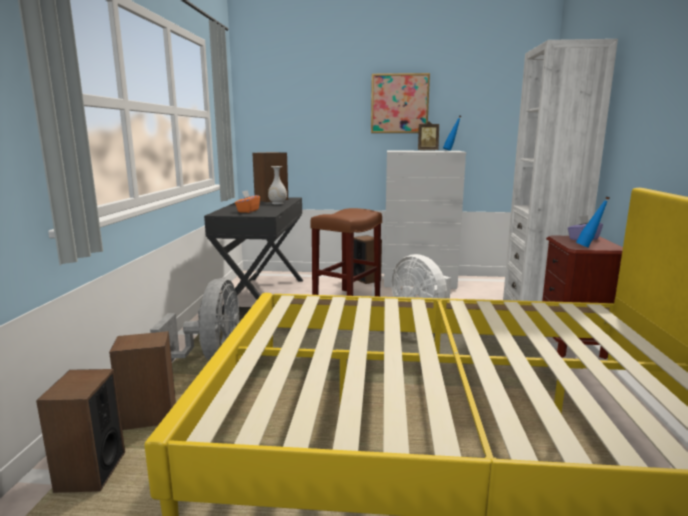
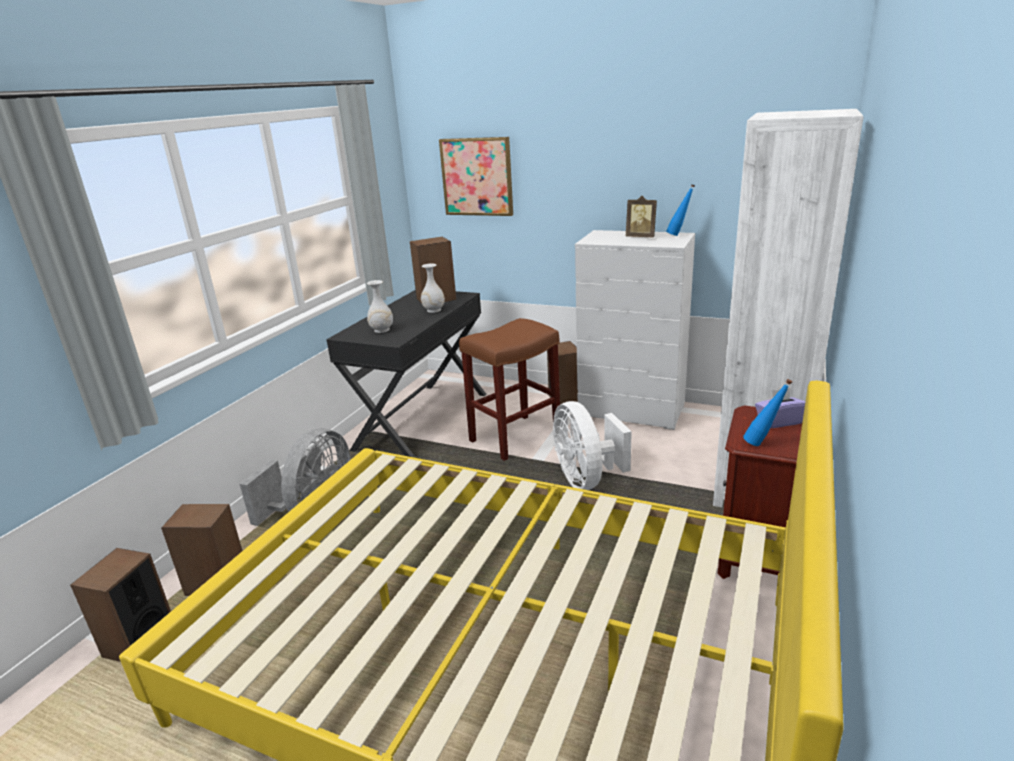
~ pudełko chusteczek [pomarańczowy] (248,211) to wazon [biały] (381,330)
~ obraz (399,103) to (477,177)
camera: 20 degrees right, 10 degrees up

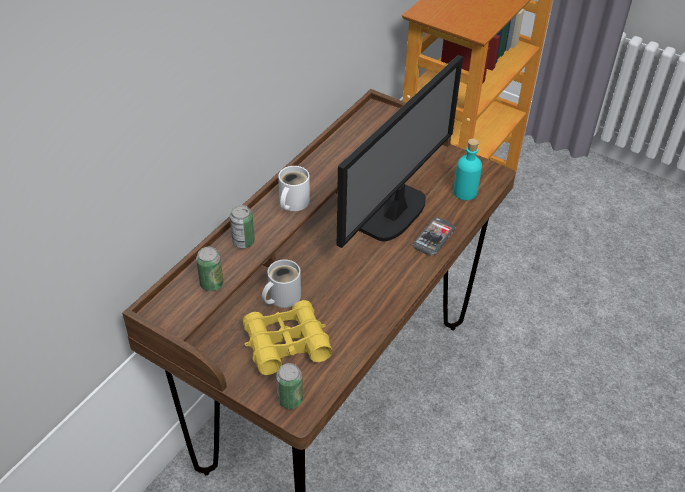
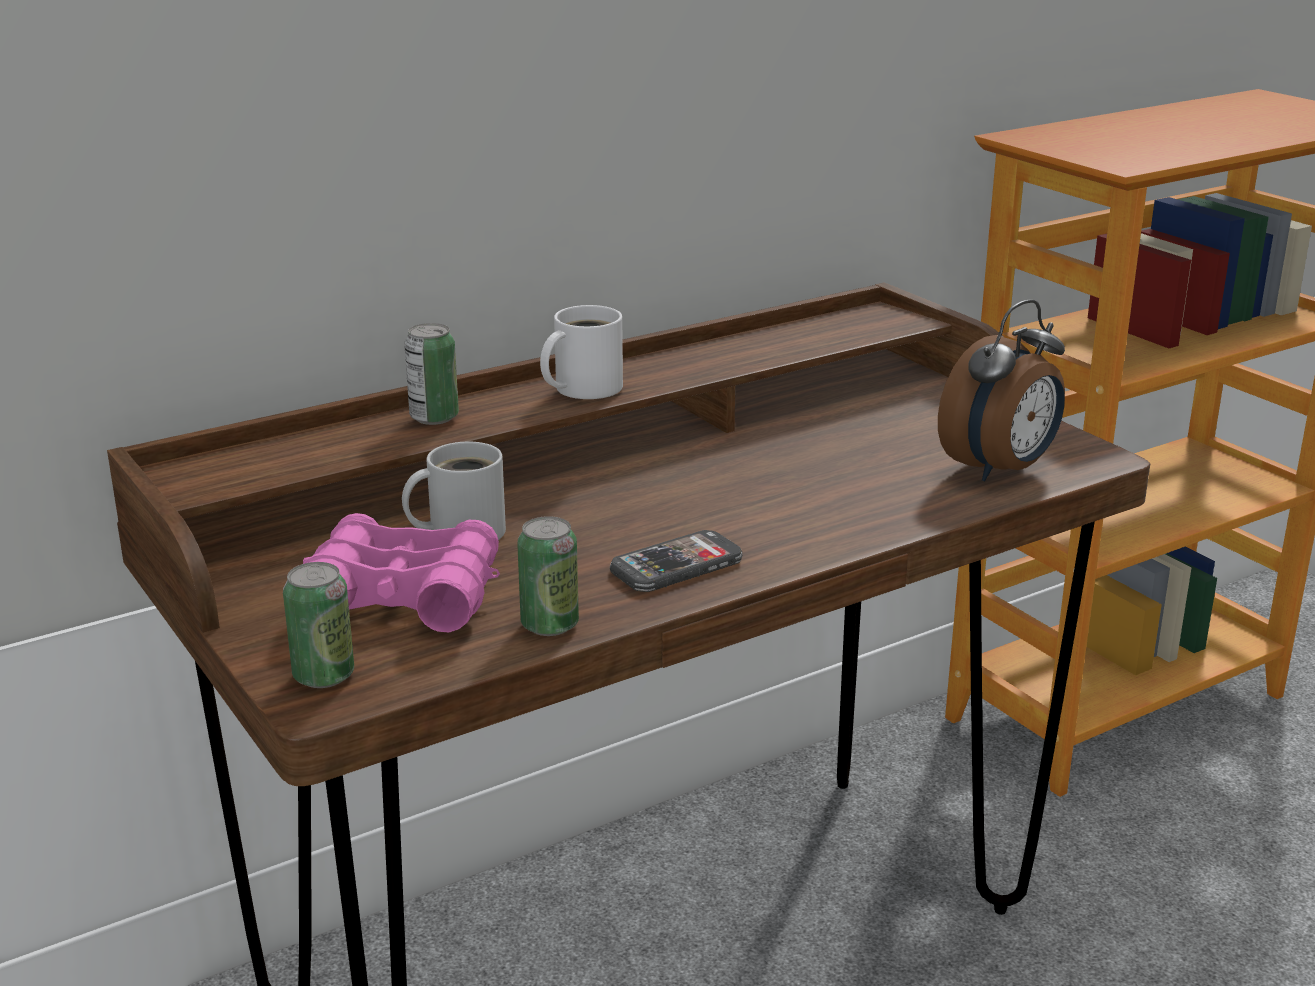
~ puszka (211,284) to (549,625)
~ lornetka [żółty] (286,344) to lornetka [różowy] (401,596)
- monitor (395,214)
~ telefon (434,237) to (676,566)
~ butelka [turkusowy] (465,192) to budzik (1001,470)
camera: 25 degrees right, 20 degrees down

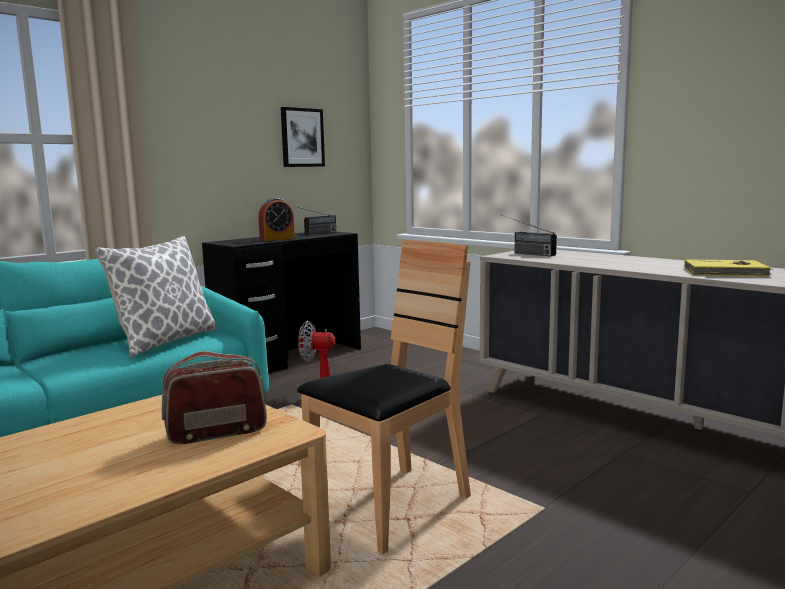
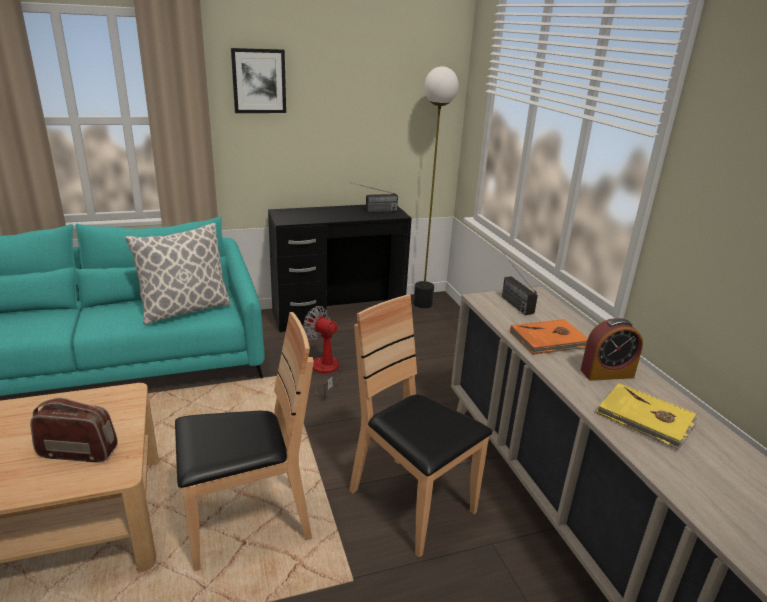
~ budzik (277,239) to (607,373)
~ obraz (302,137) to (259,81)
+ krzesło [brązowy] (411,503)
+ lampa stojąca (422,304)
+ książka [pomarańczowy] (550,340)
camera: 25 degrees right, 15 degrees up

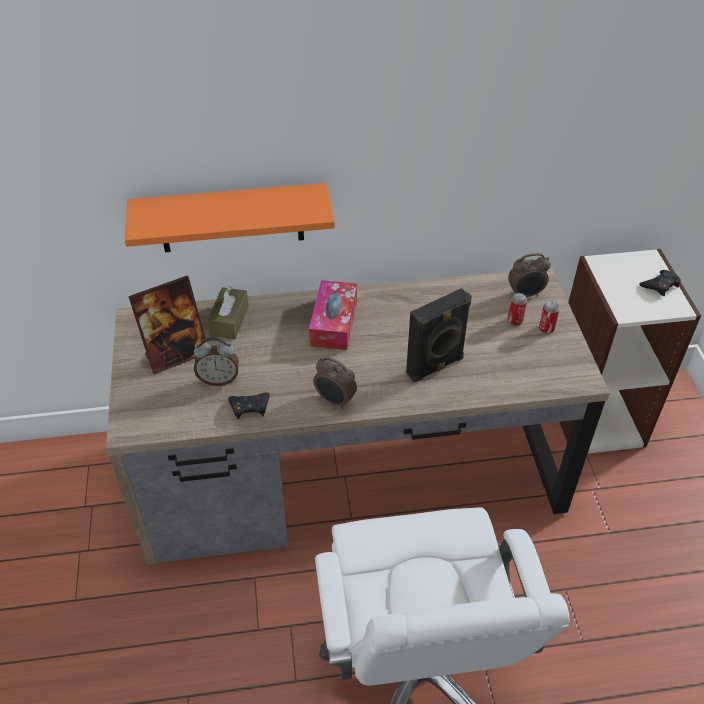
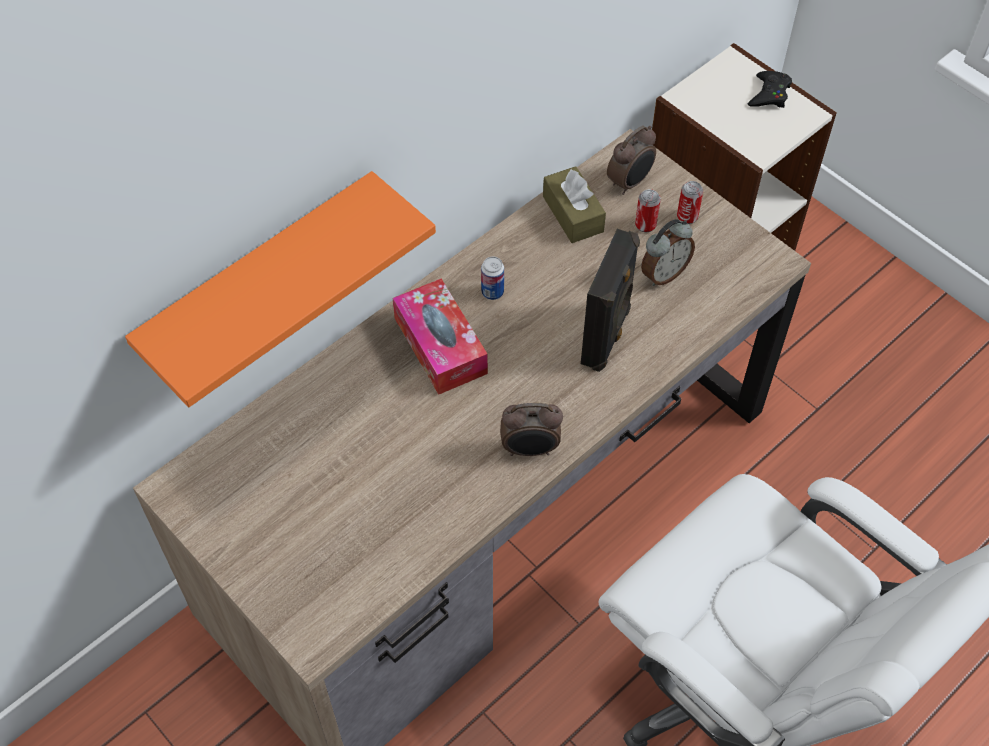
- ramka na zdjęcie (176,354)
~ budzik (219,379) to (663,273)
~ pudełko chusteczek [brązowy] (229,320) to (573,214)
- pad do gier [czarny] (250,407)
+ puszka (492,292)
camera: 35 degrees left, 10 degrees up

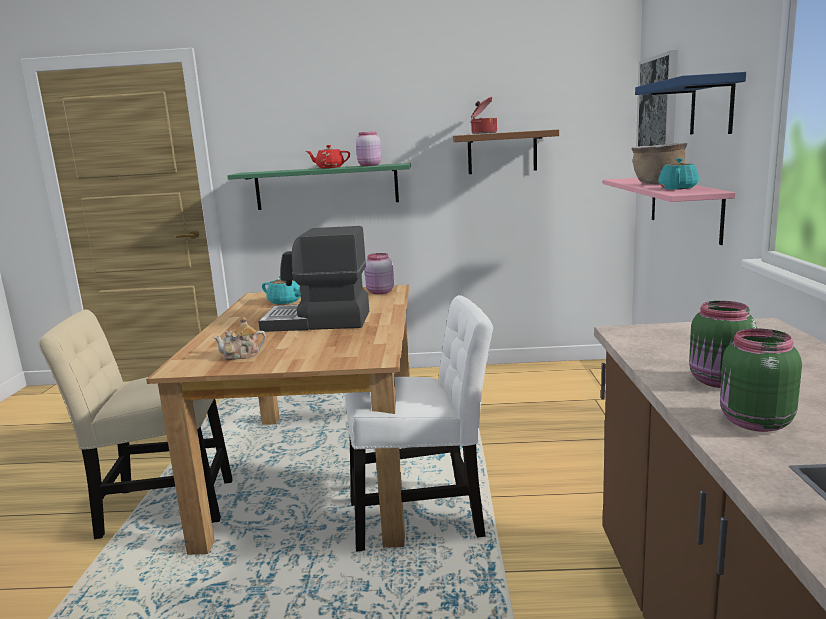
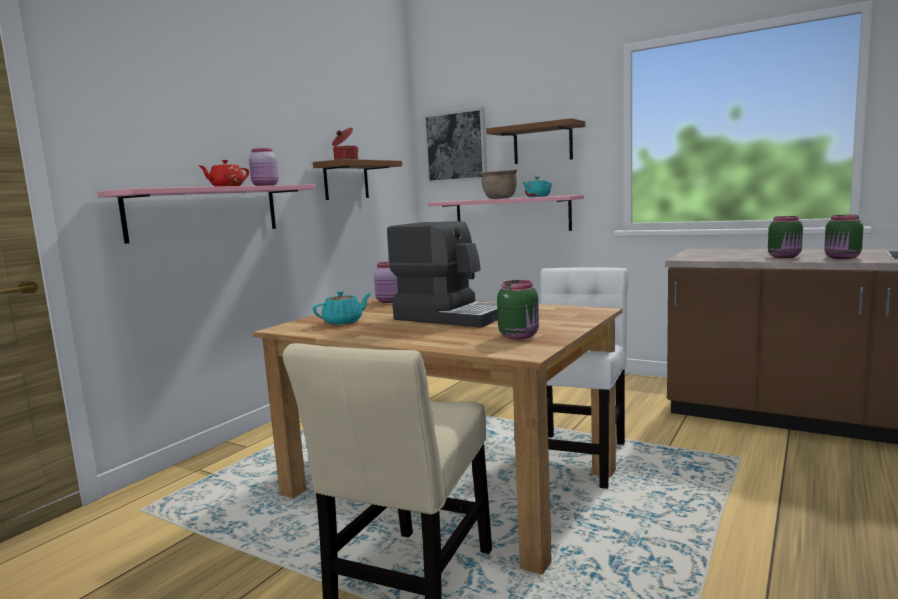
~ imbryk (242,355) to słoik [zielony] (520,336)
~ półka [zielony] (326,187) to półka [różowy] (206,212)
~ ekspres do kawy (317,322) = (451,317) 90 degrees counterclockwise
~ półka [niebieski] (712,106) to półka [brązowy] (542,144)
camera: 60 degrees left, 5 degrees down

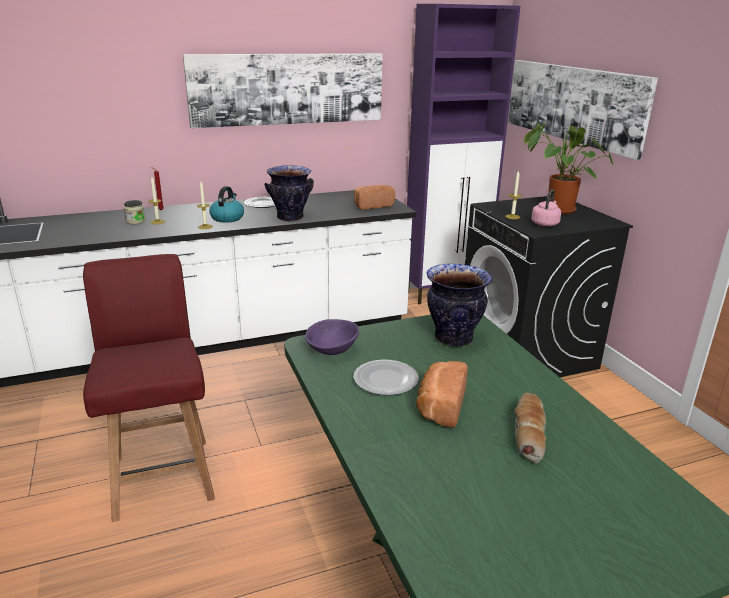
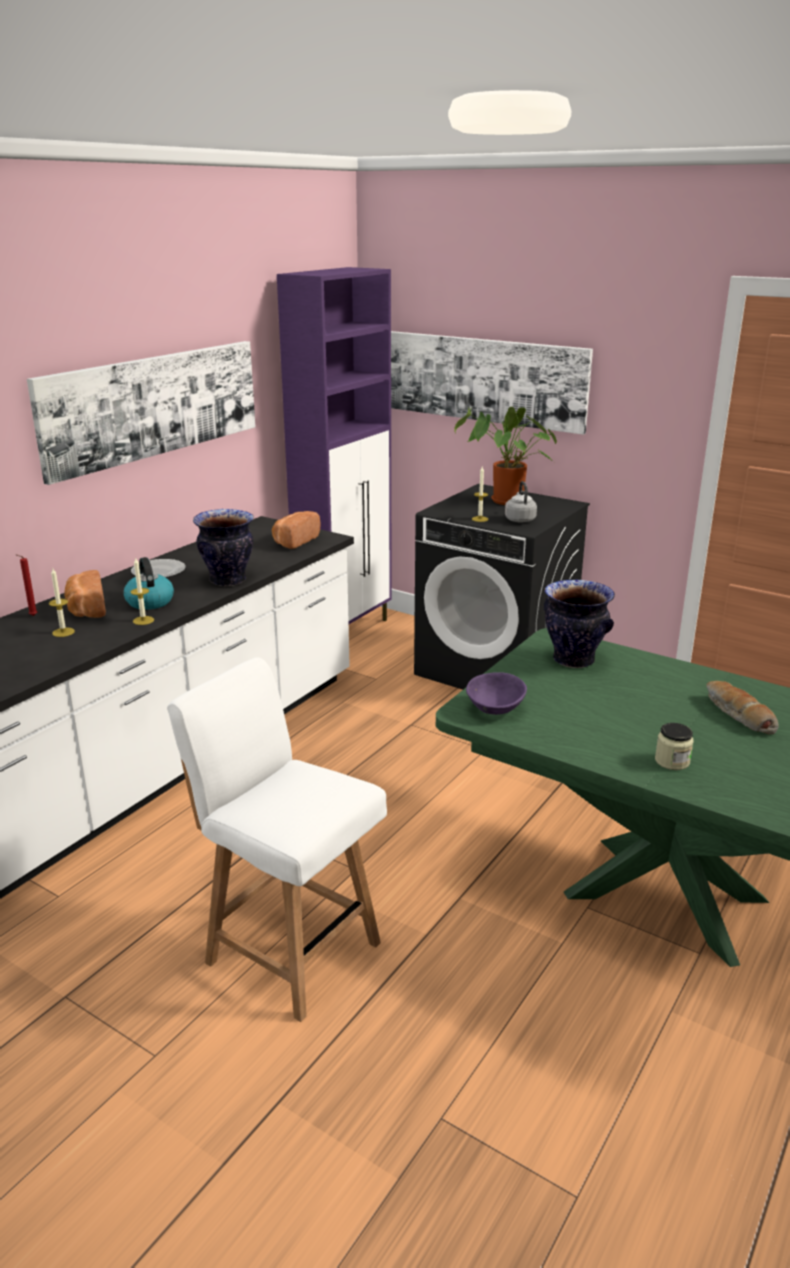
~ krzesło [czerwony] (162,475) to krzesło [biały] (290,950)
~ słoik (135,221) to (672,761)
- talerz (386,380)
~ chleb (439,407) to (86,609)
~ czajnik [różowy] (545,223) to czajnik [szary] (519,519)
camera: 35 degrees left, 0 degrees up

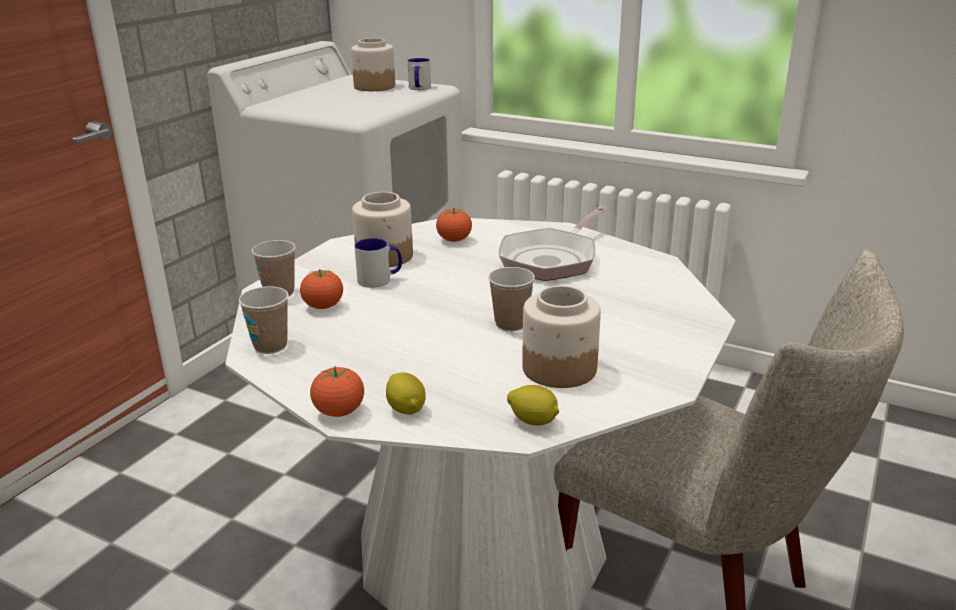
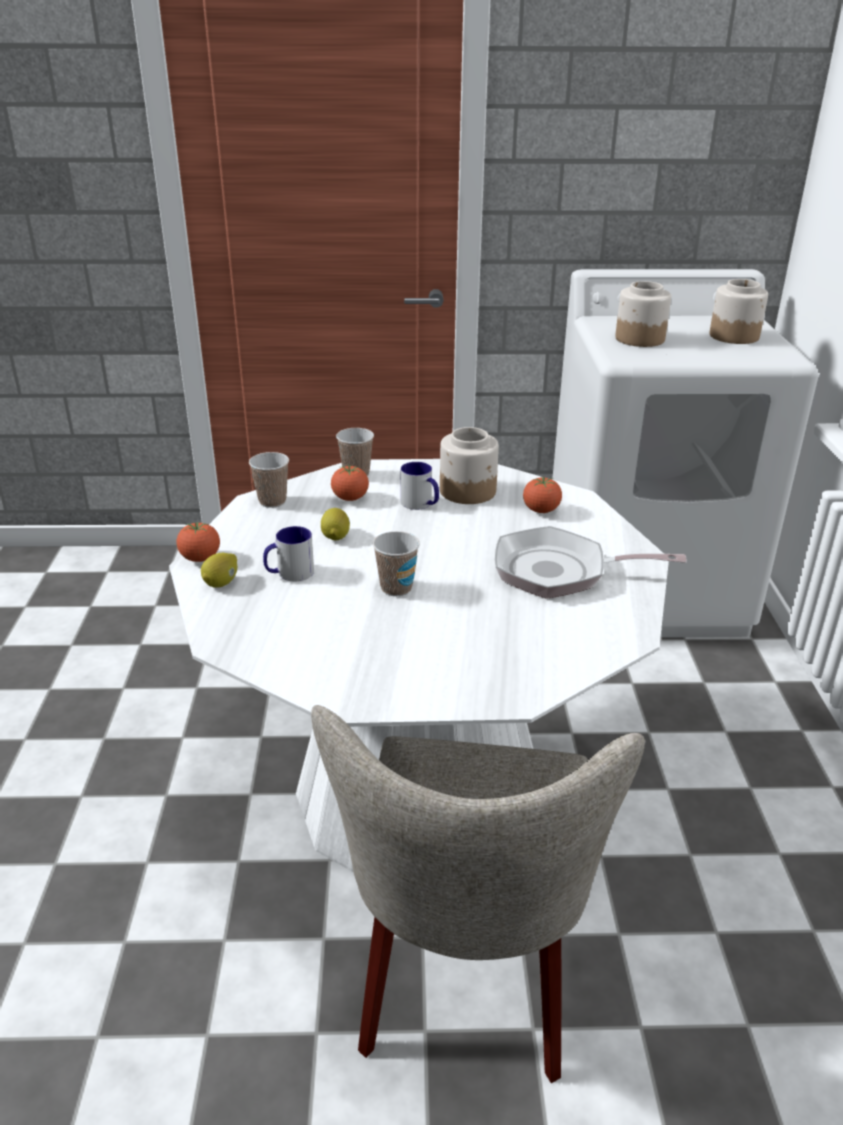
~ kubek (419,88) to (289,573)
~ cytryna (533,421) to (336,536)
~ słoik (558,369) to (639,339)
camera: 60 degrees right, 5 degrees up

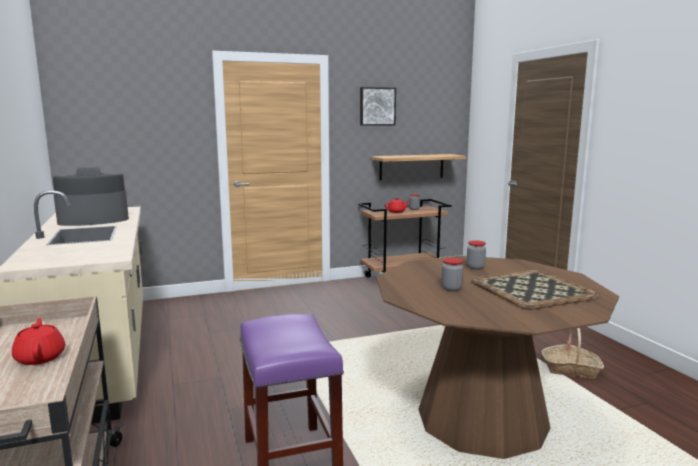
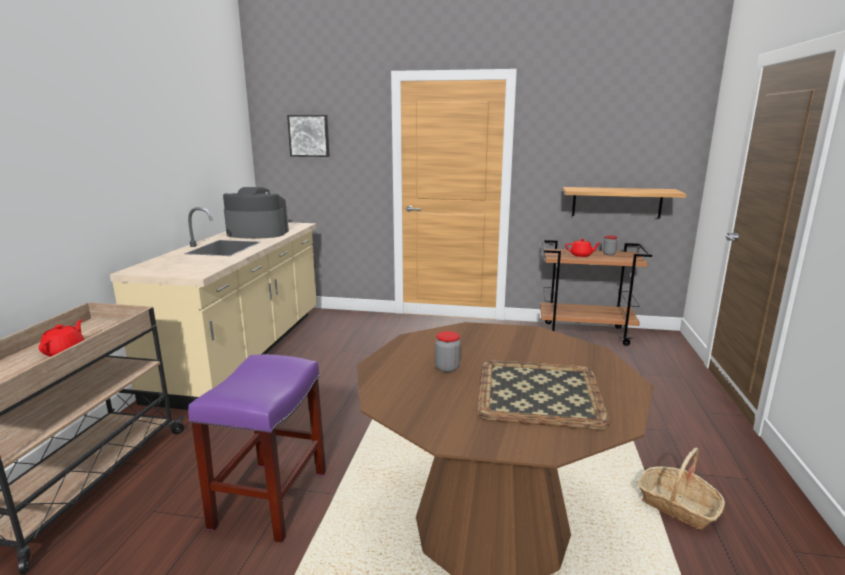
~ obraz (377,106) to (309,135)
- słoik (475,267)
camera: 30 degrees right, 5 degrees up

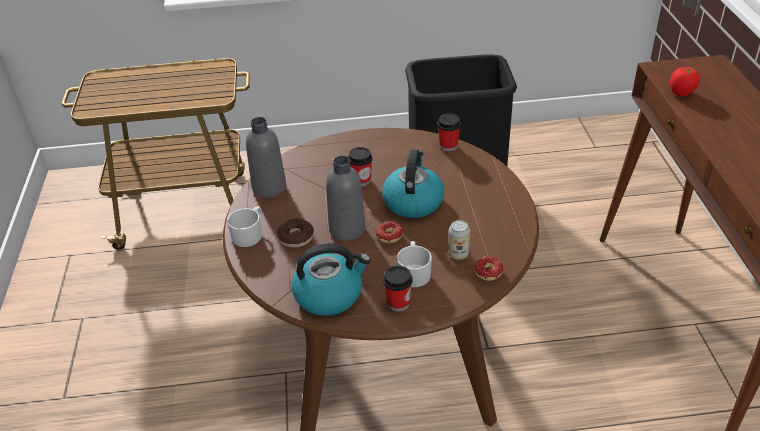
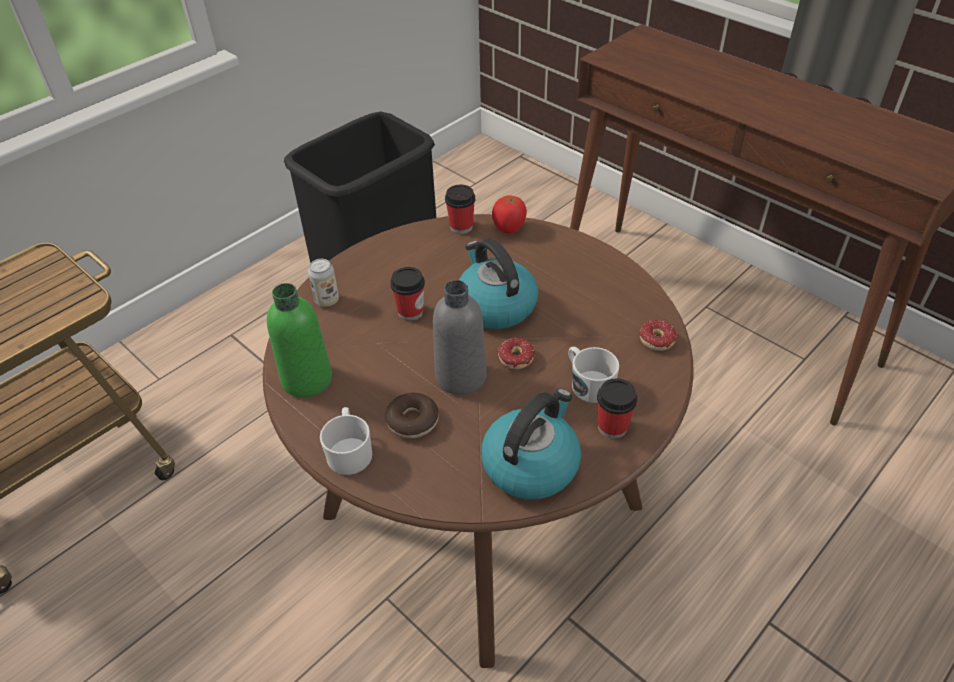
~ butelka [szary] (269,188) to butelka [zielony] (307,379)
~ puszka (458,254) to (327,300)
~ pomidor (681,93) to (509,228)
camera: 40 degrees left, 5 degrees up

